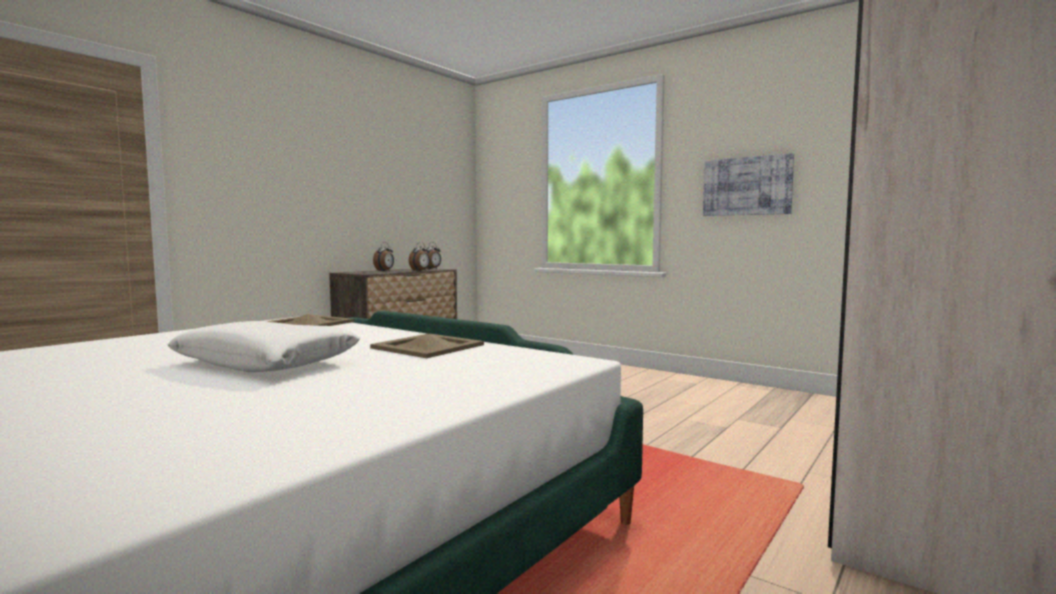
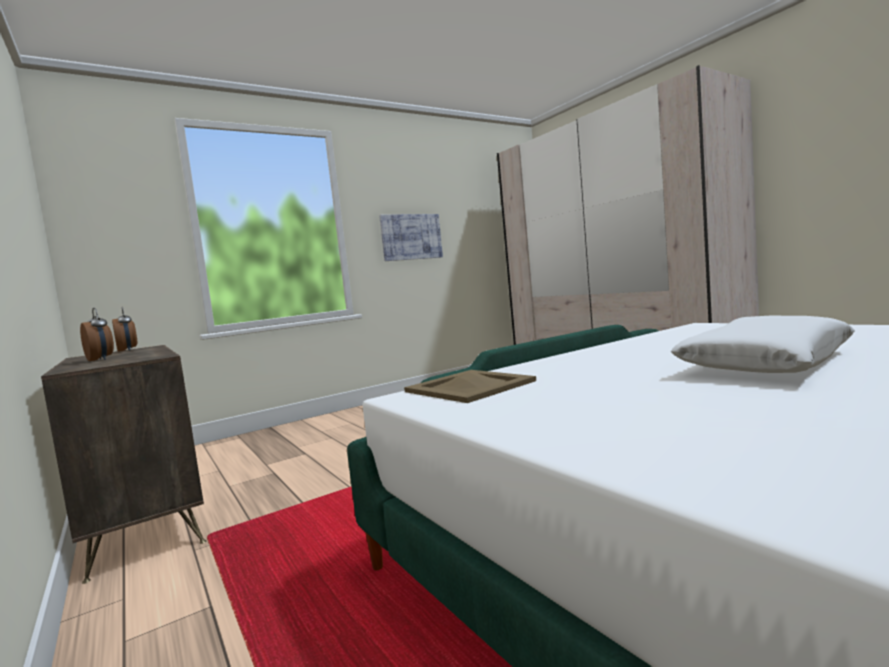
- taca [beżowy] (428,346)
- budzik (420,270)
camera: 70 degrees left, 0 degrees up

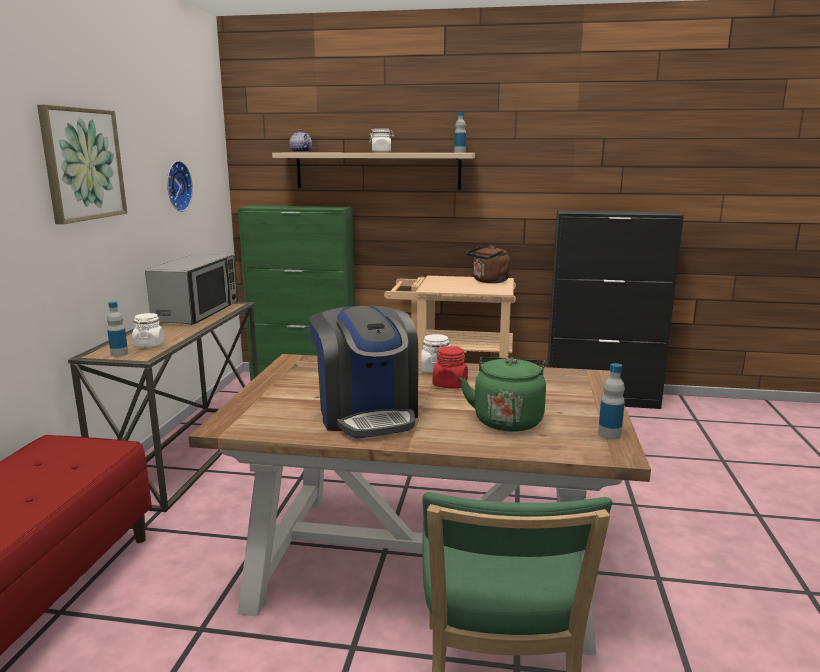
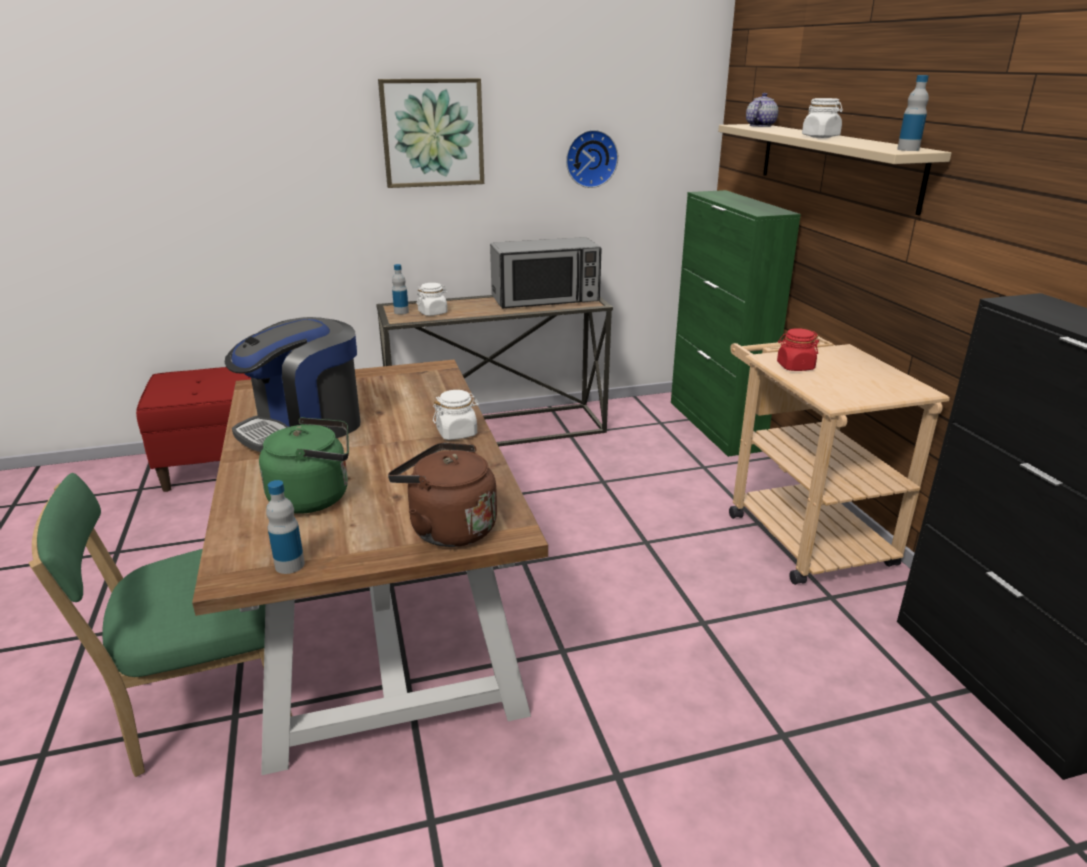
~ słoik [czerwony] (450,384) to (795,367)
~ czajnik [brązowy] (489,281) to (448,528)
camera: 65 degrees right, 10 degrees up

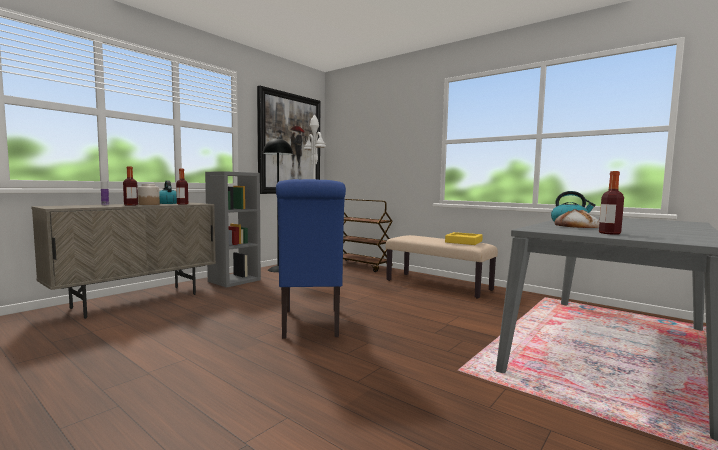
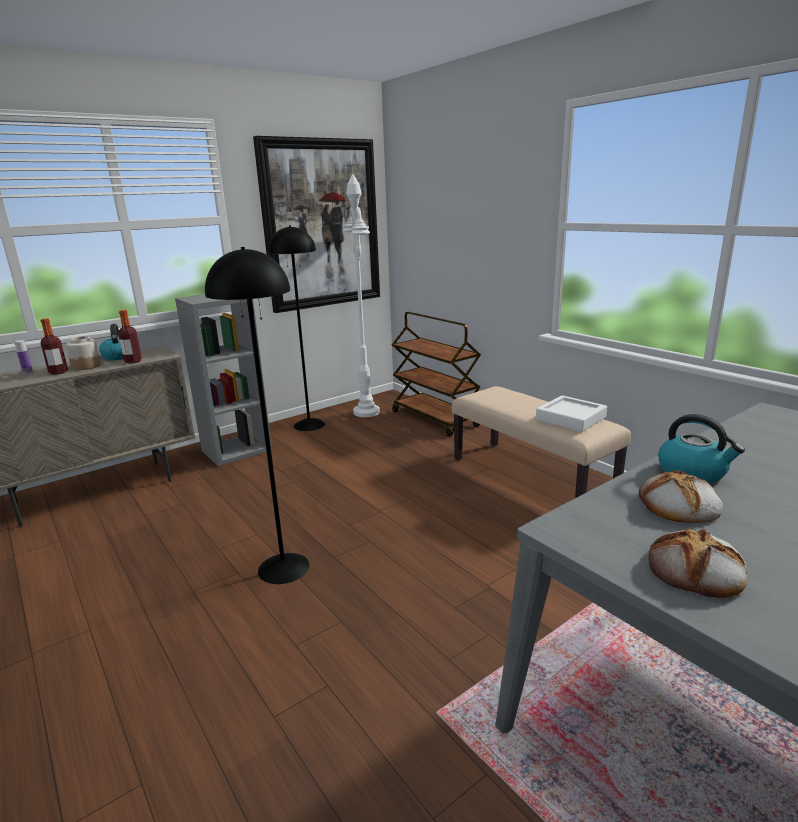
~ krzesło [niebieski] (311,325) to lampa stojąca [czarny] (283,568)
~ taca [żółty] (463,242) to taca [biały] (570,418)
~ butelka (609,233) to chleb (696,570)
camera: 15 degrees right, 15 degrees up

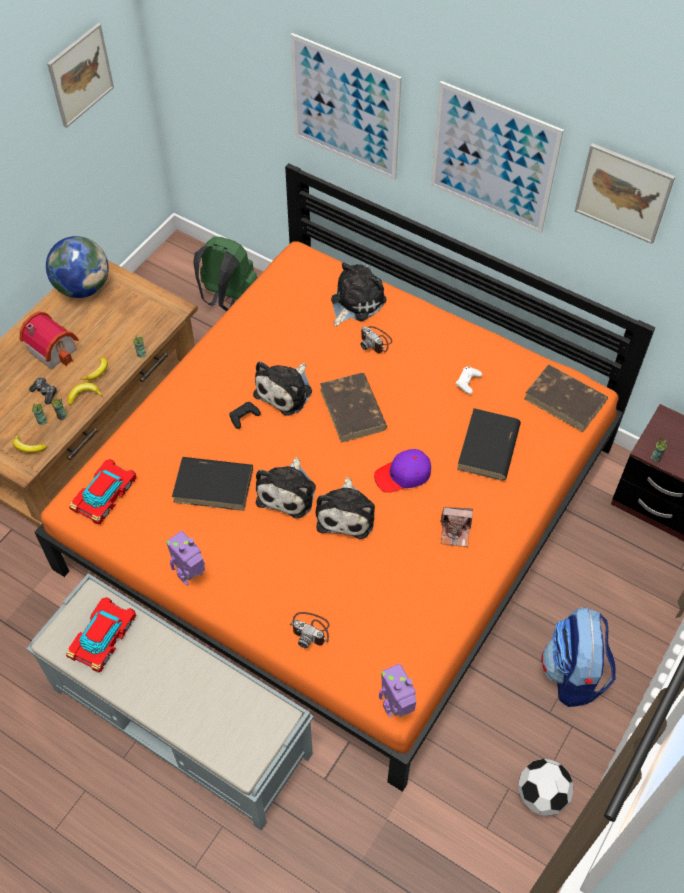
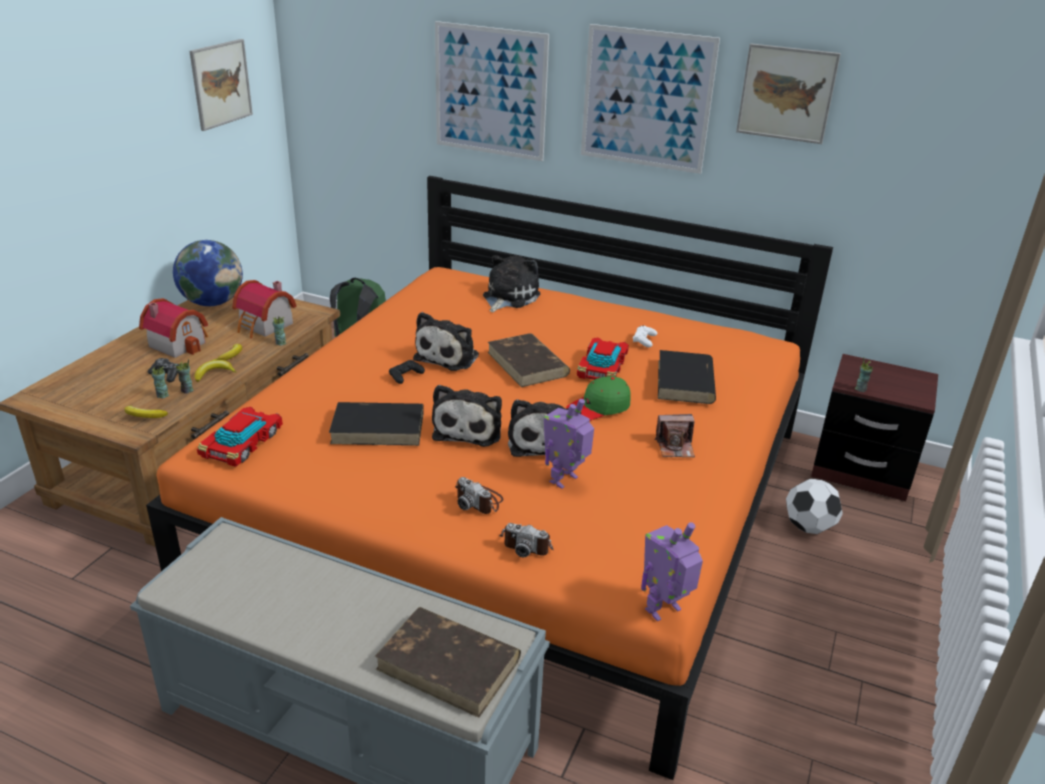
~ samochodzik (104,637) to (603,367)
~ robot zabawkowy (192,576) to (565,480)
~ aparat fotograficzny (375,341) to (479,501)
~ czapka z daszkiem [fioletowy] (403,475) to czapka z daszkiem [zielony] (599,407)
~ piłka futbolowa (541,795) to (808,527)
~ książka [brązowy] (566,400) to (450,664)
- plecak (573,674)
+ domek (265,326)
camera: 10 degrees left, 25 degrees down

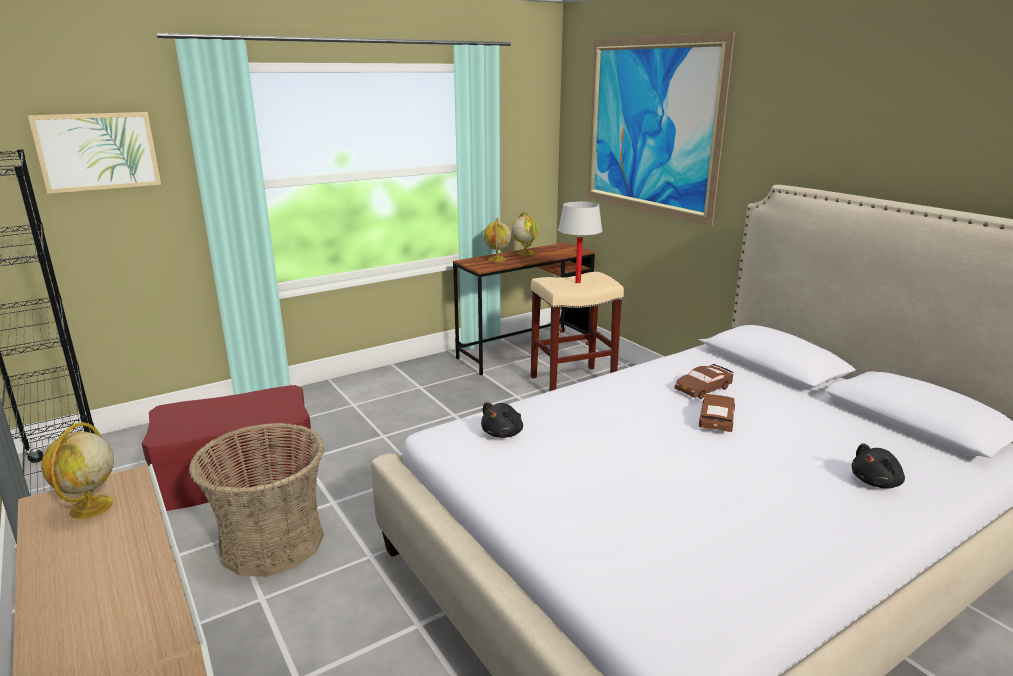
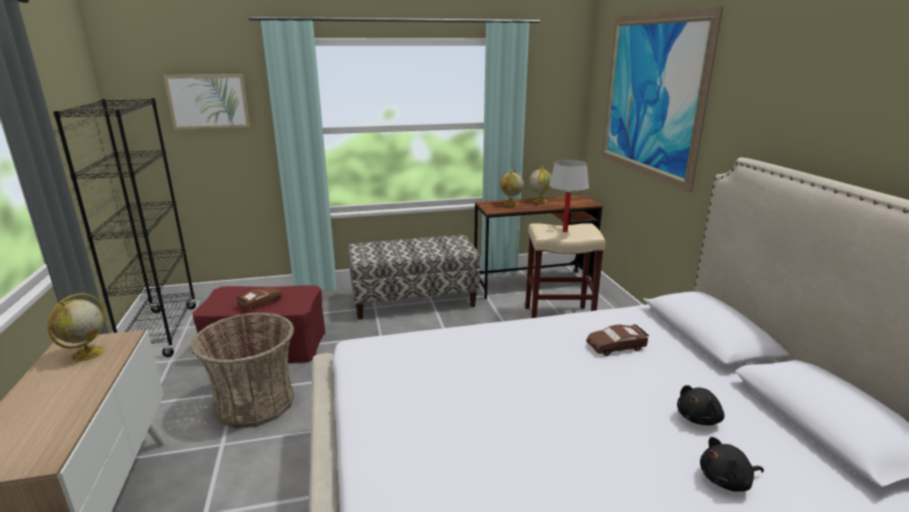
~ pluszak [czarny] (503,433) to (699,418)
~ samochodzik [brązowy] (716,420) to (260,303)
+ ławka (414,301)
camera: 20 degrees right, 0 degrees up

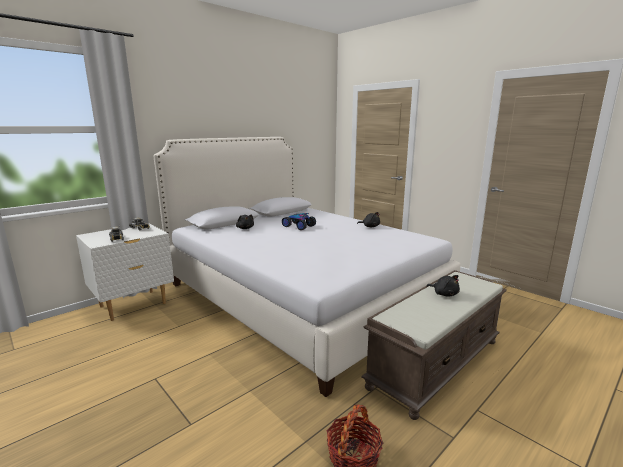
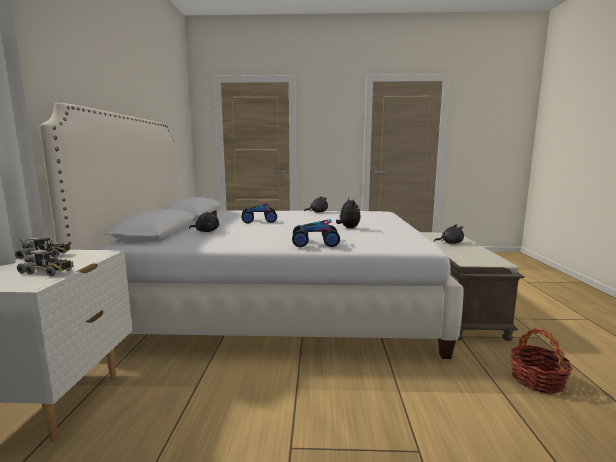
+ samochodzik (315,243)
+ pluszak (348,228)
camera: 45 degrees left, 5 degrees down

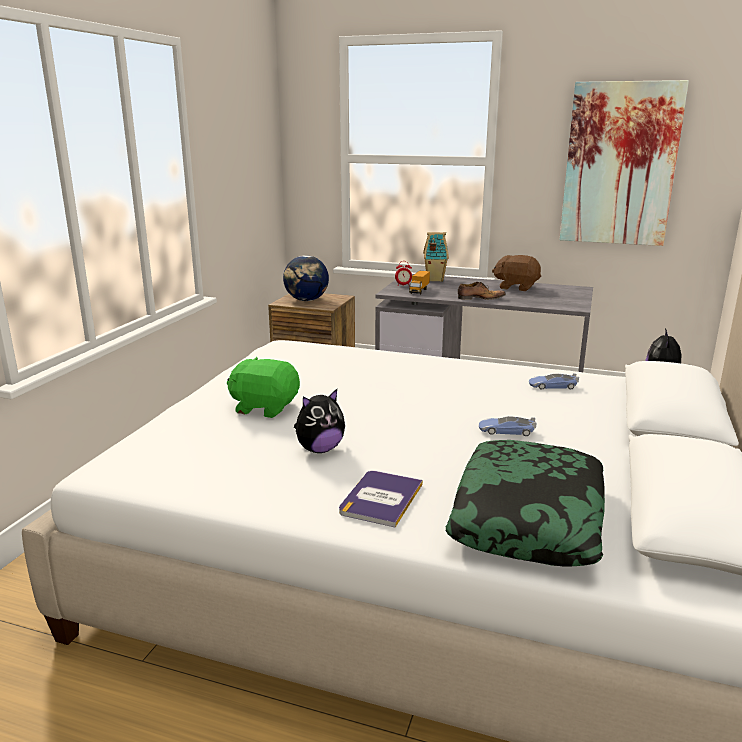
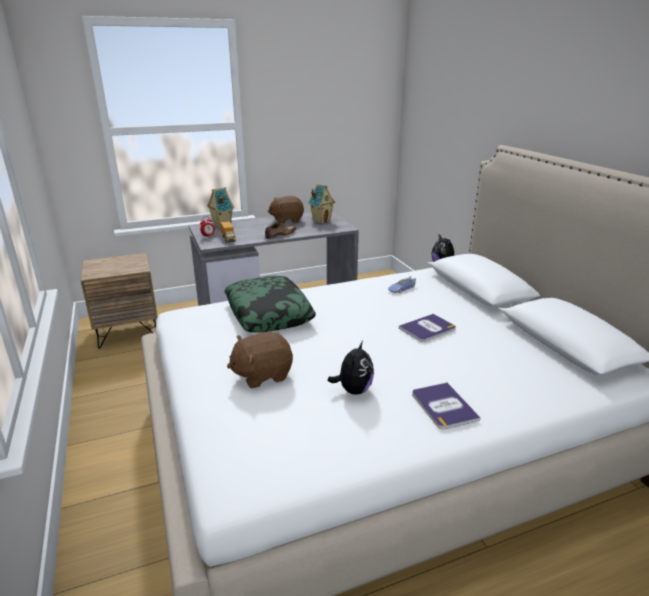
~ pluszak [zielony] (265,407) to pluszak [brązowy] (262,374)
- globus (306,300)
~ poduszka (529,517) to (269,313)
~ samochodzik (506,431) to książka (427,328)
- obraz (620,165)
+ domek (321,221)
camera: 40 degrees left, 5 degrees up

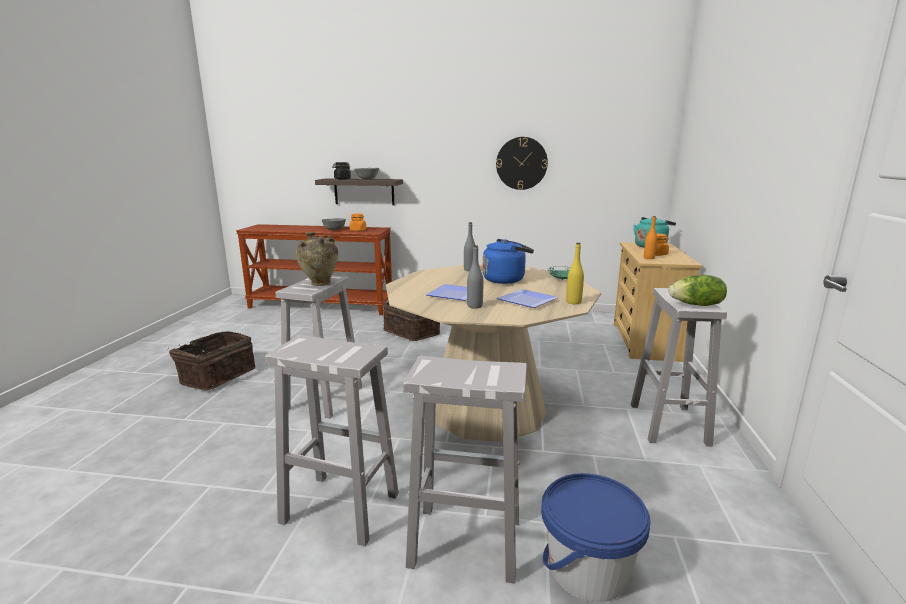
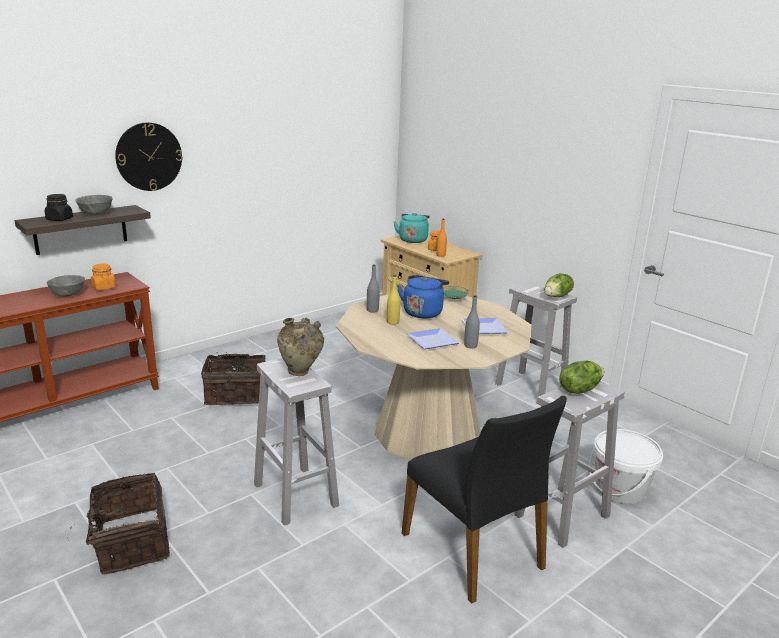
~ stołek [biały] (338,508) to krzesło [czarny] (474,550)
~ zegar ścienny (521,163) to (149,156)
~ wiadro [niebieski] (587,569) to wiadro [biały] (620,488)
~ butelka [żółty] (573,302) to (393,322)
+ sałata (579,389)
camera: 50 degrees left, 5 degrees up

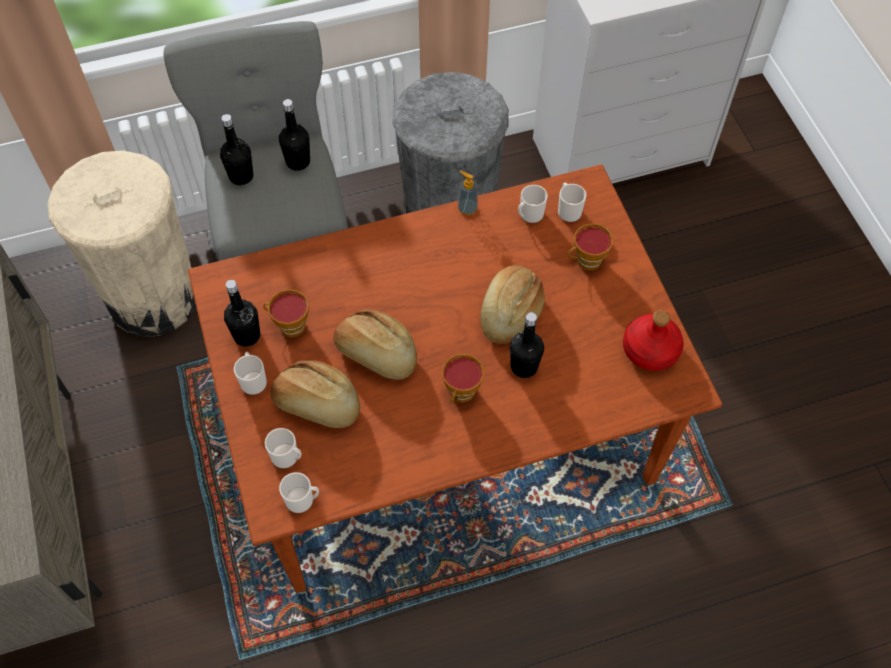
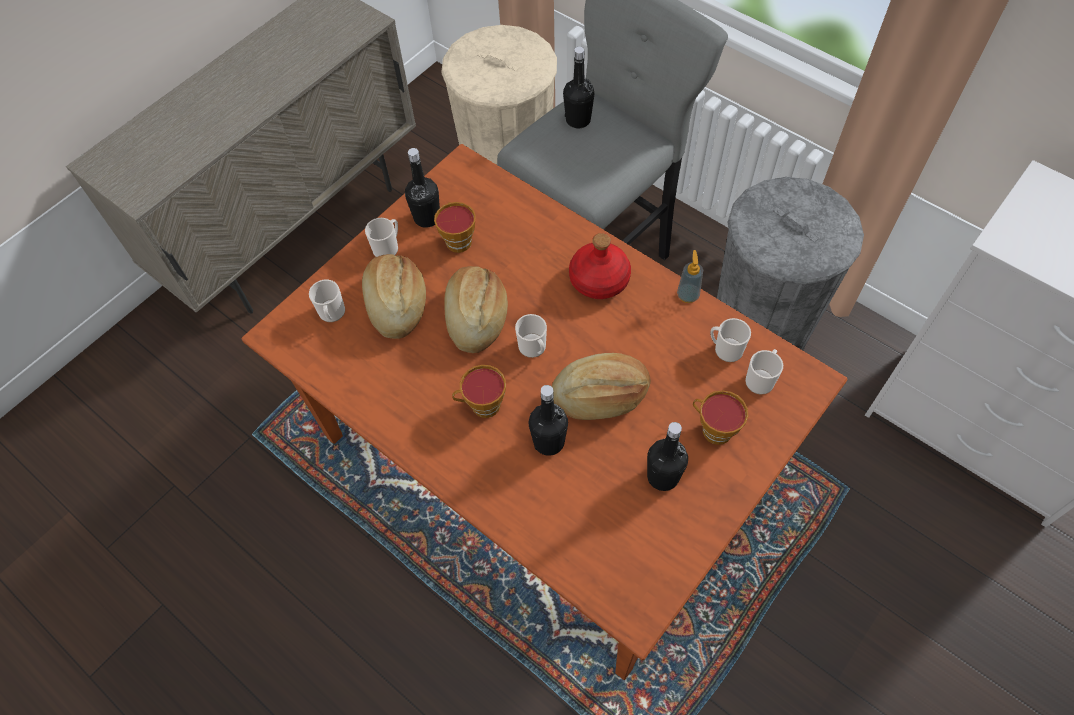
~ butelka [czarny] (298,162) to (663,476)
~ kubek (302,500) to (534,348)
~ butelka [czerwony] (649,350) to (598,279)
camera: 60 degrees right, 0 degrees up

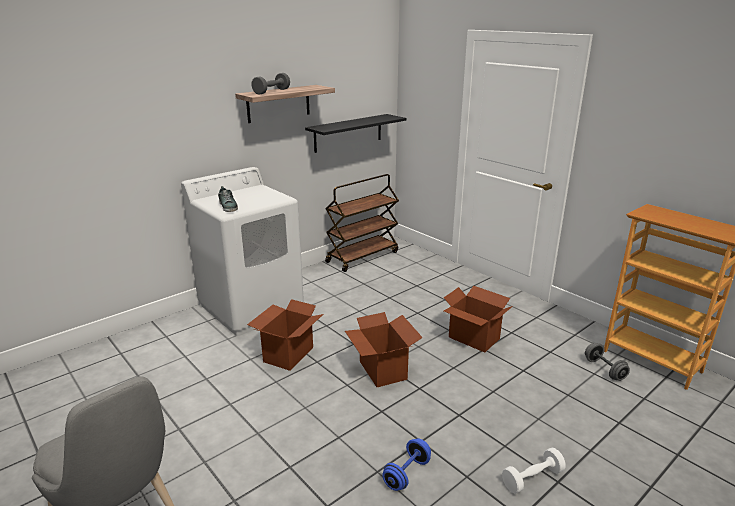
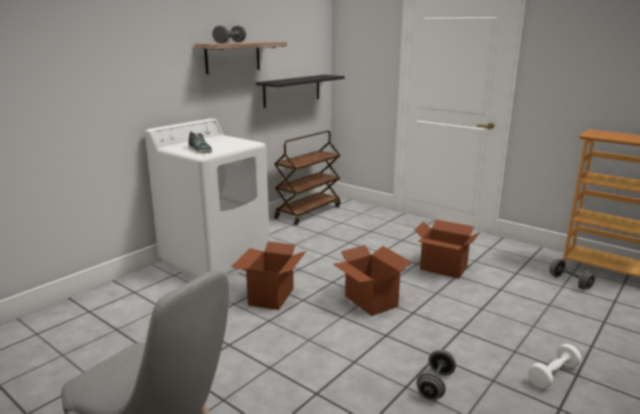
~ hantel [niebieski] (406,474) to hantel [szary] (435,385)
camera: 10 degrees left, 5 degrees down

